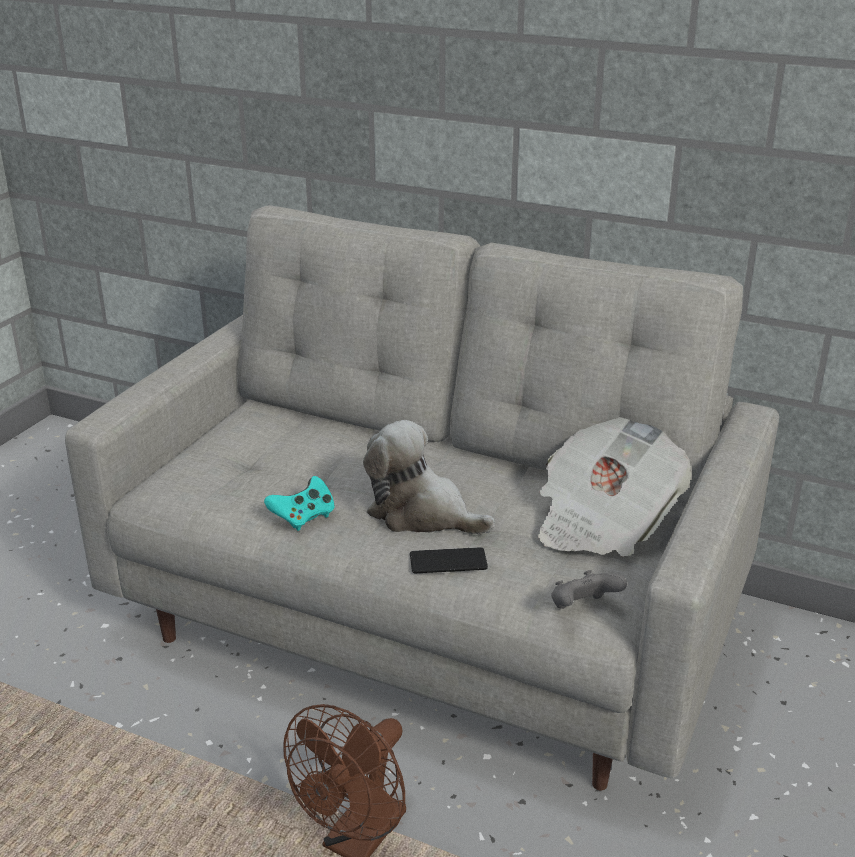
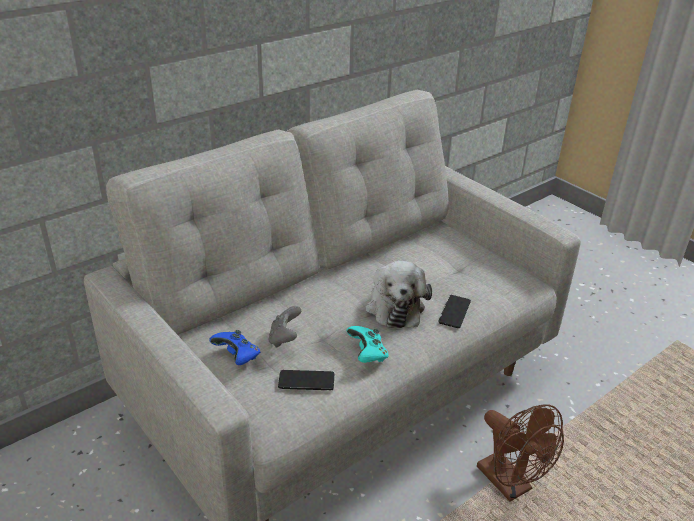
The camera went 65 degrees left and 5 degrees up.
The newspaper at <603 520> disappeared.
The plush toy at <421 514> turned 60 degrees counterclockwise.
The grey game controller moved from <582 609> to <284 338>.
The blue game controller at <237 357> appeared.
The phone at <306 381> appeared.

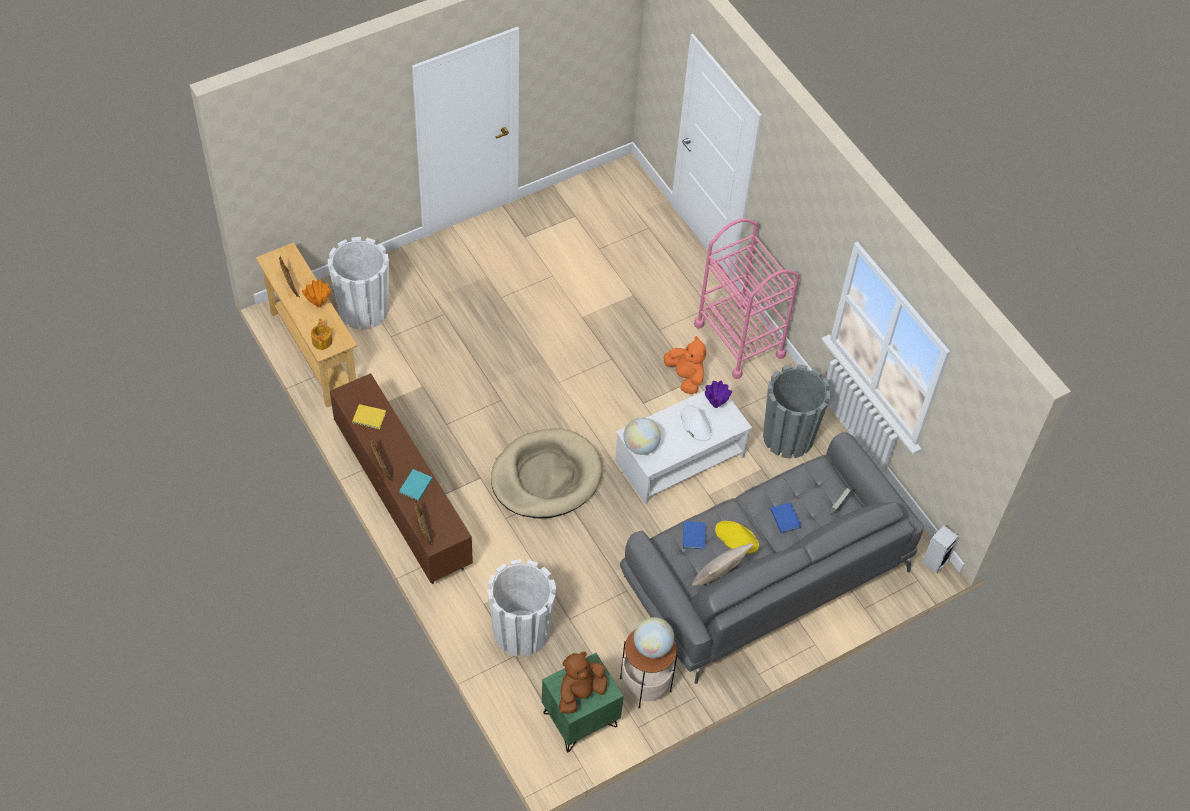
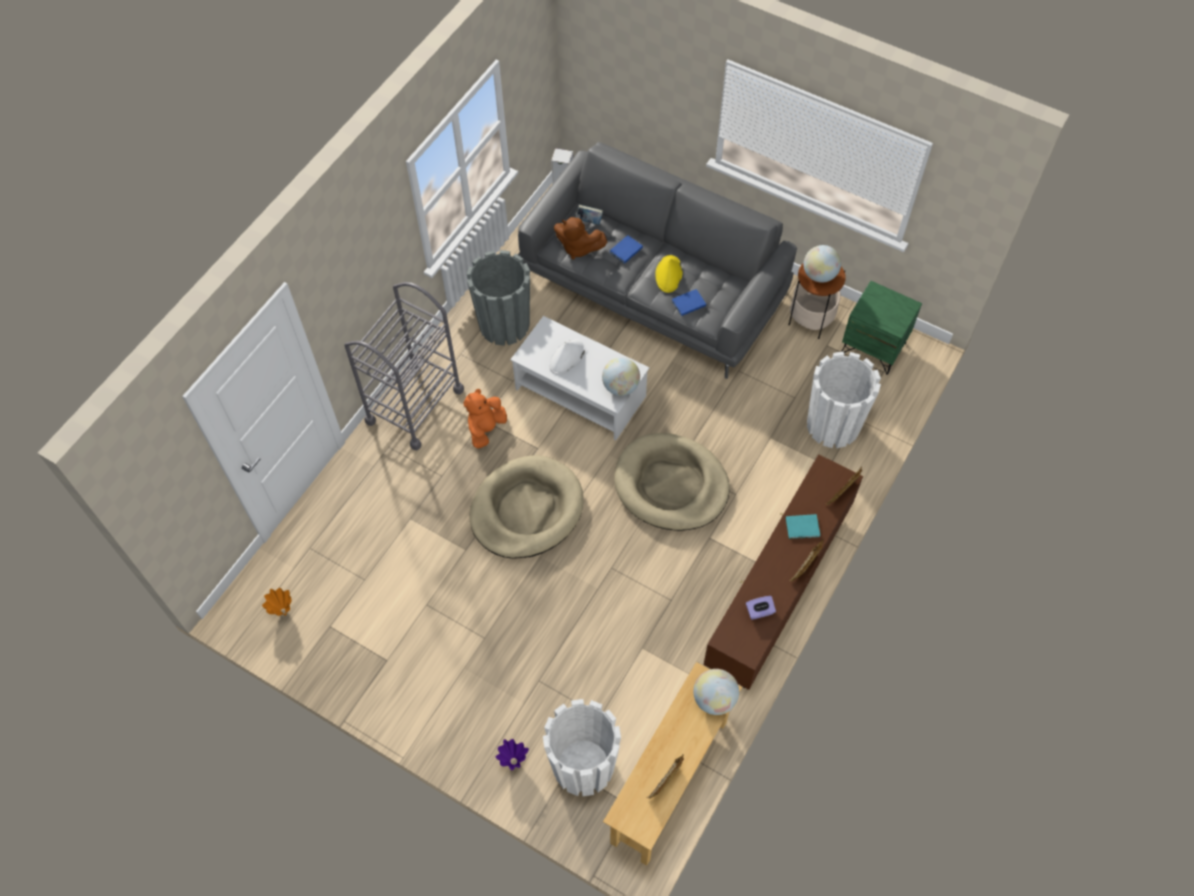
The camera went 115 degrees left and 5 degrees up.
The pink cart at <739 340> became the grey cart at <414 405>.
The orange vase moved from <319 305> to <283 610>.
The teapot at <322 341> was replaced by the globe at <714 699>.
The purple vase moved from <716 405> to <513 761>.
The yellow book at <370 418> was replaced by the purple tissue box at <759 611>.
The beige pillow at <719 577> disappeared.
The brown plush toy moved from <580 693> to <578 248>.
The beige dog bed at <526 510> appeared.

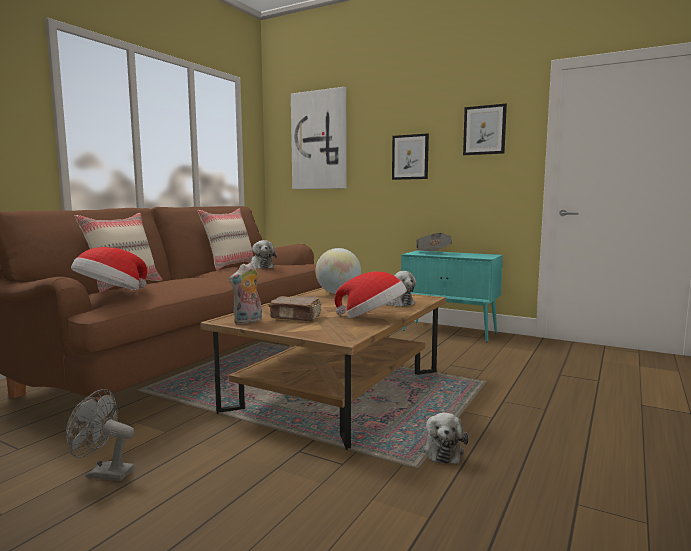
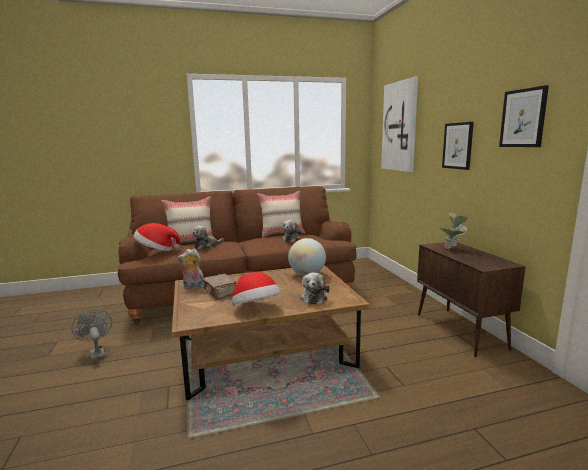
The camera went 45 degrees right and 5 degrees up.
The newspaper at <433 253> was replaced by the potted plant at <453 249>.
The turquoise cabinet at <450 332> became the brown cabinet at <460 331>.
The plush toy moved from <442 451> to <207 246>.

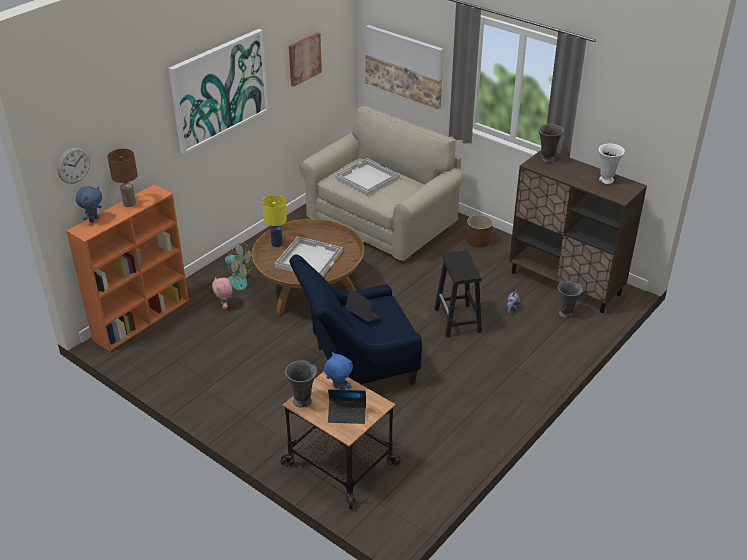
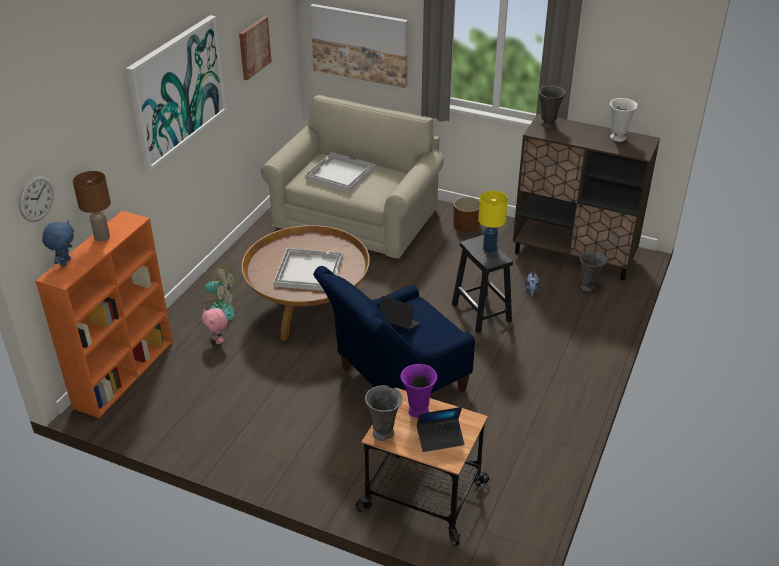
The camera went 15 degrees left and 0 degrees up.
The yellow table lamp moved from <277 243> to <490 248>.
The blue plush toy at <338 389> was replaced by the purple vase at <417 411>.

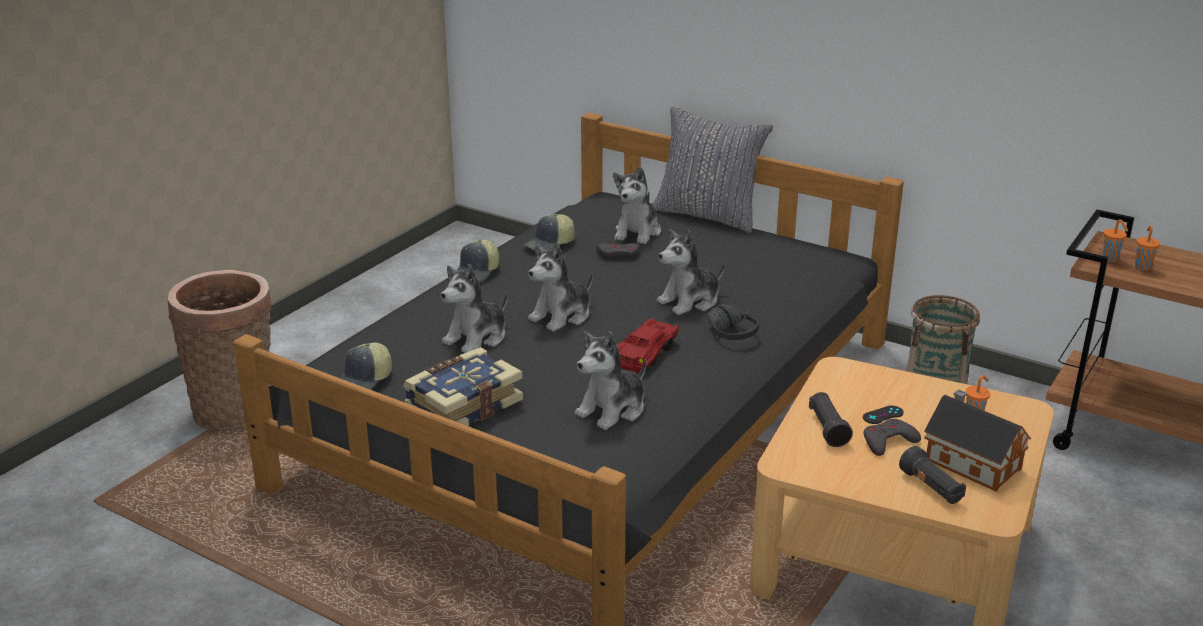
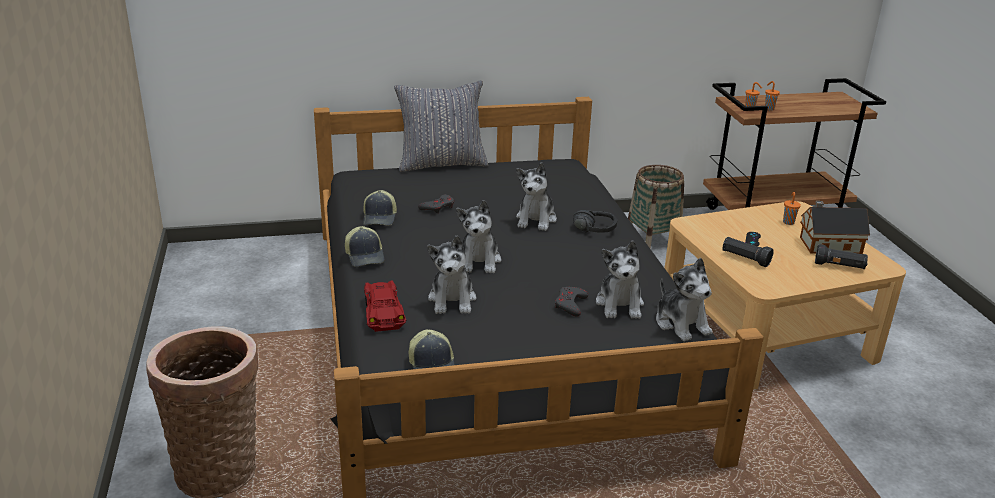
The camera went 45 degrees left and 0 degrees up.
The plush toy moved from <637 232> to <681 324>.
The red toy car moved from <646 353> to <383 312>.
The book at <462 405> disappeared.
The grey game controller moved from <888 441> to <570 304>.

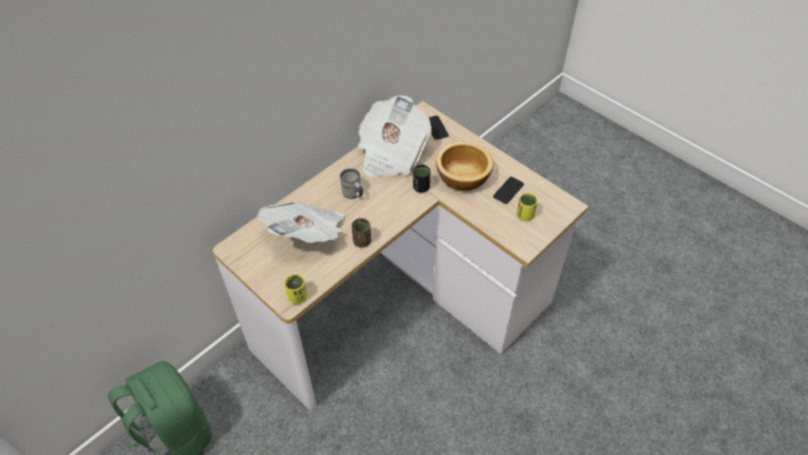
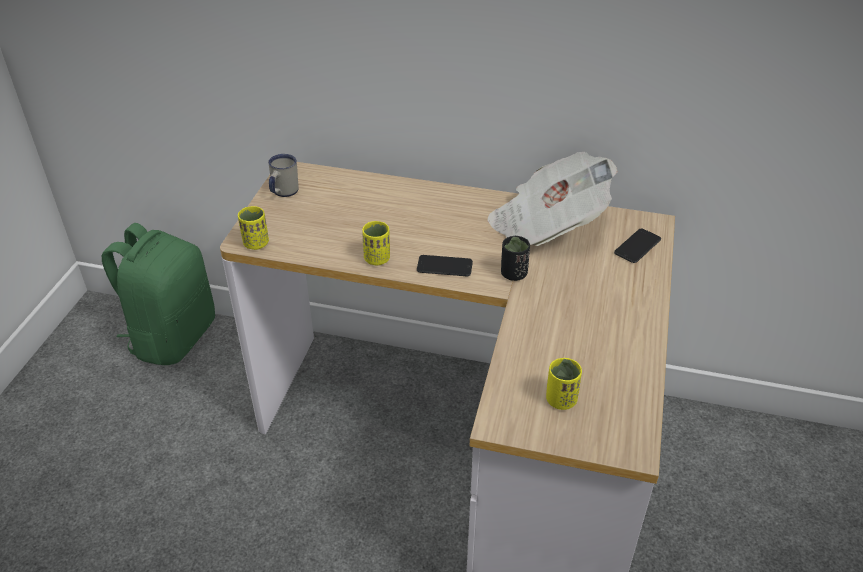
The camera went 60 degrees right and 10 degrees down.
The bowl at <461 178> disappeared.
The white mug moved from <353 194> to <283 193>.
The phone moved from <508 190> to <444 266>.
The newspaper at <307 234> disappeared.
The brown cup at <362 241> became the yellow cup at <377 259>.

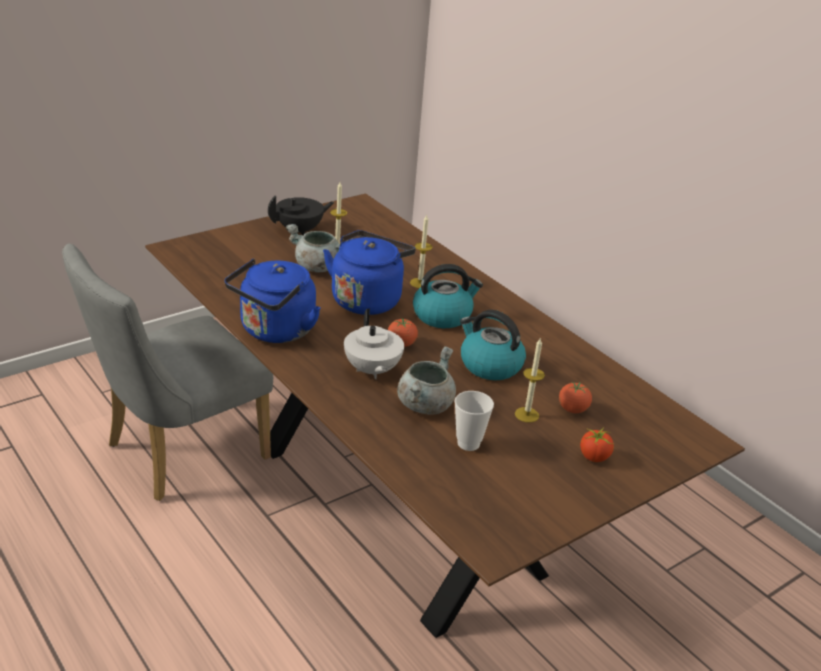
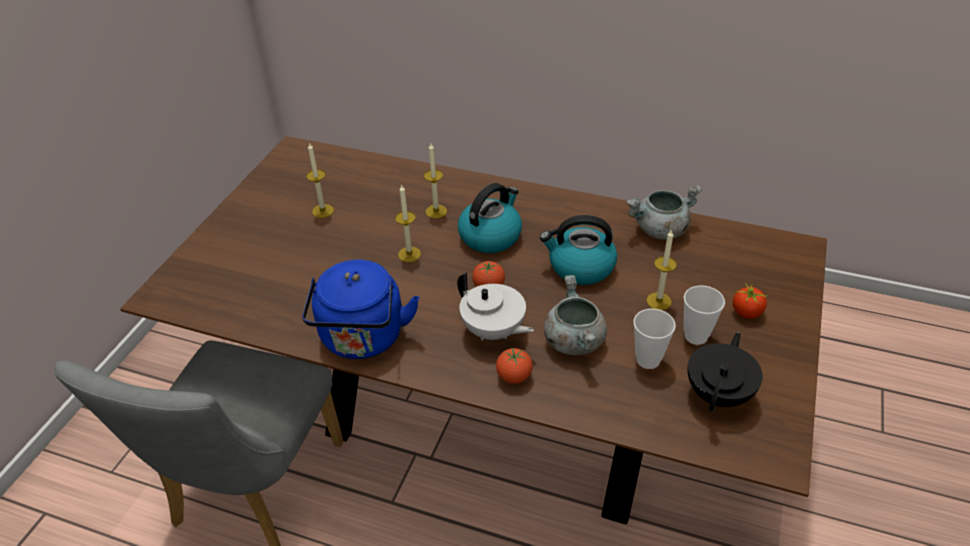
The camera went 30 degrees left and 10 degrees up.
The black teapot moved from <300 230> to <719 394>.
The grey cooking pot moved from <317 267> to <660 230>.
The blue kettle at <367 299> was replaced by the candle at <409 254>.
The tomato moved from <572 410> to <514 377>.
The cup at <696 336> appeared.

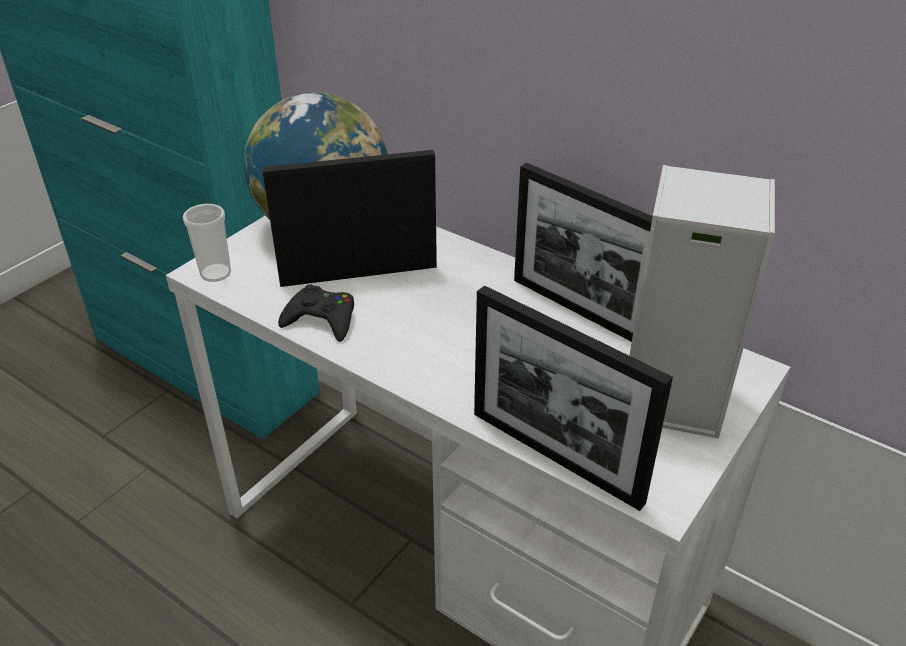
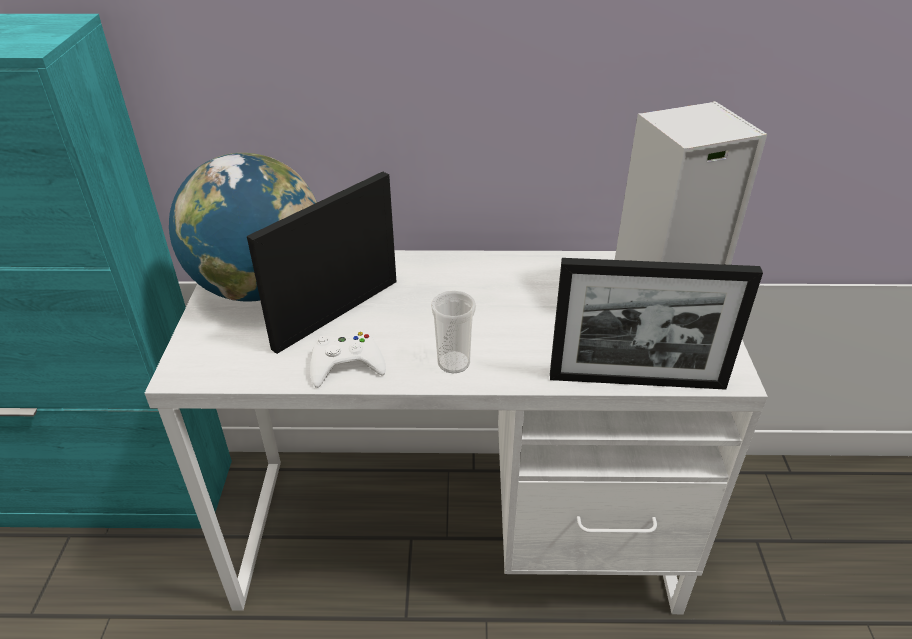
The camera went 35 degrees left and 0 degrees up.
The picture frame at <580 311> disappeared.
The cup moved from <215 273> to <453 363>.
The black game controller at <321 319> became the white game controller at <346 364>.

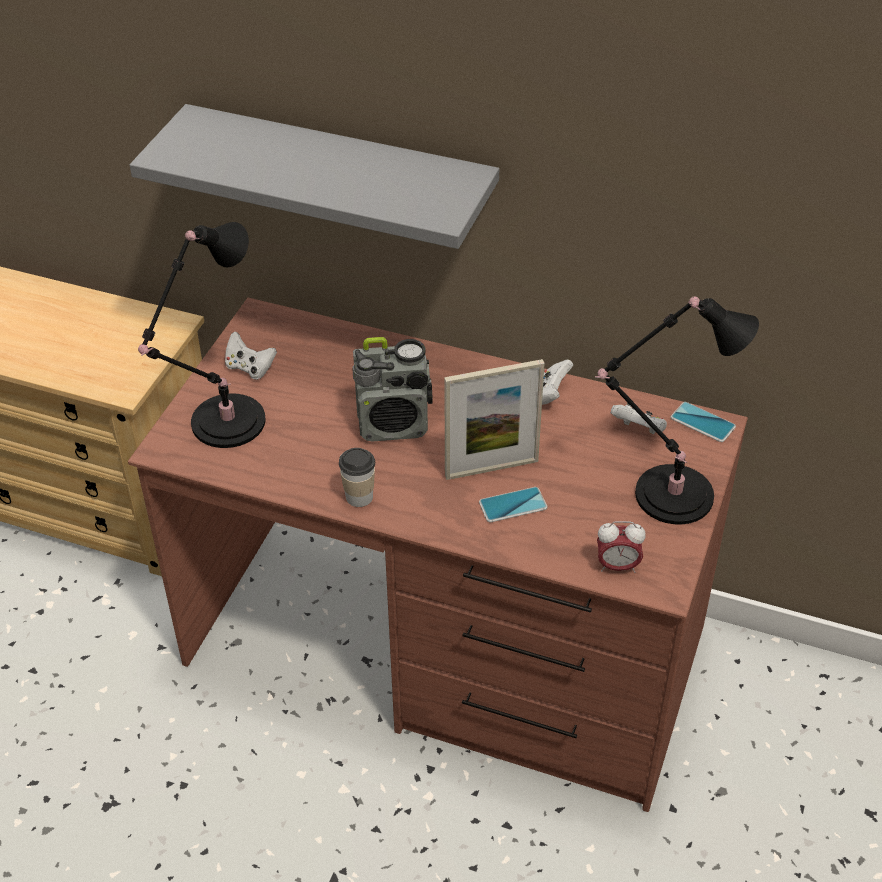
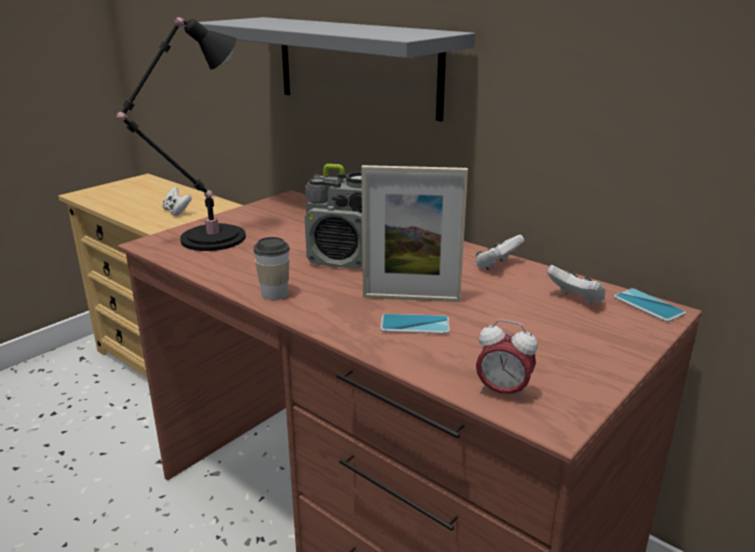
The camera went 20 degrees right and 20 degrees down.
The black table lamp at <667 494> disappeared.
The white game controller moved from <250 368> to <177 211>.

